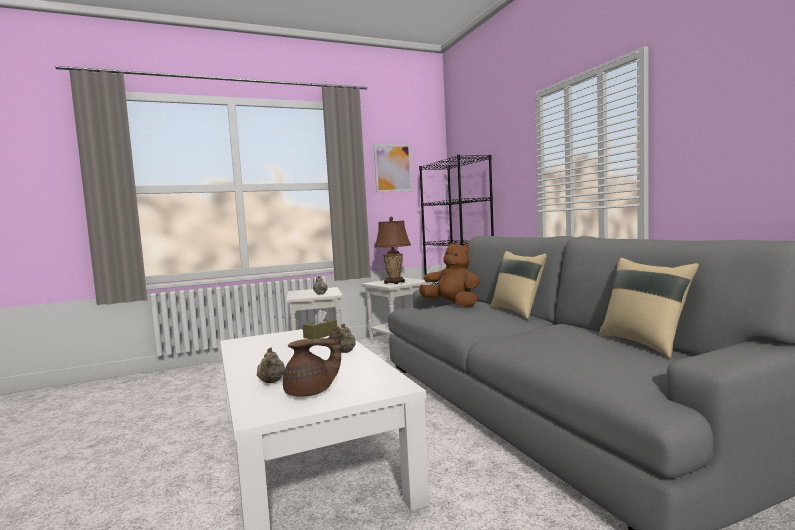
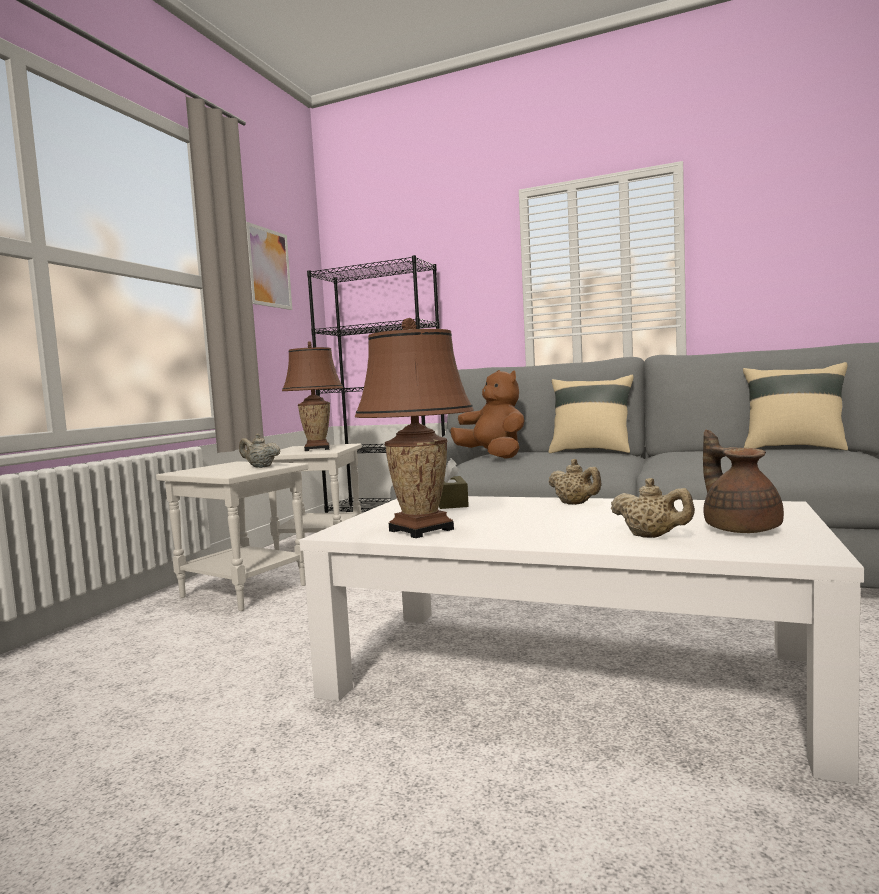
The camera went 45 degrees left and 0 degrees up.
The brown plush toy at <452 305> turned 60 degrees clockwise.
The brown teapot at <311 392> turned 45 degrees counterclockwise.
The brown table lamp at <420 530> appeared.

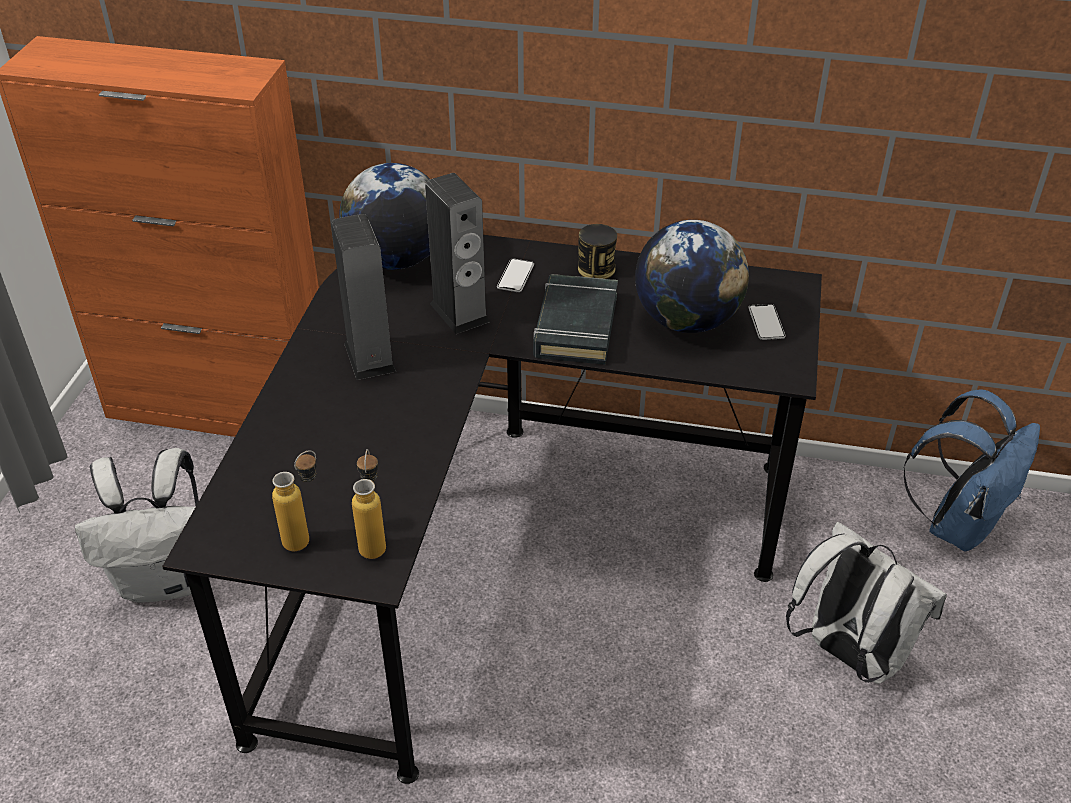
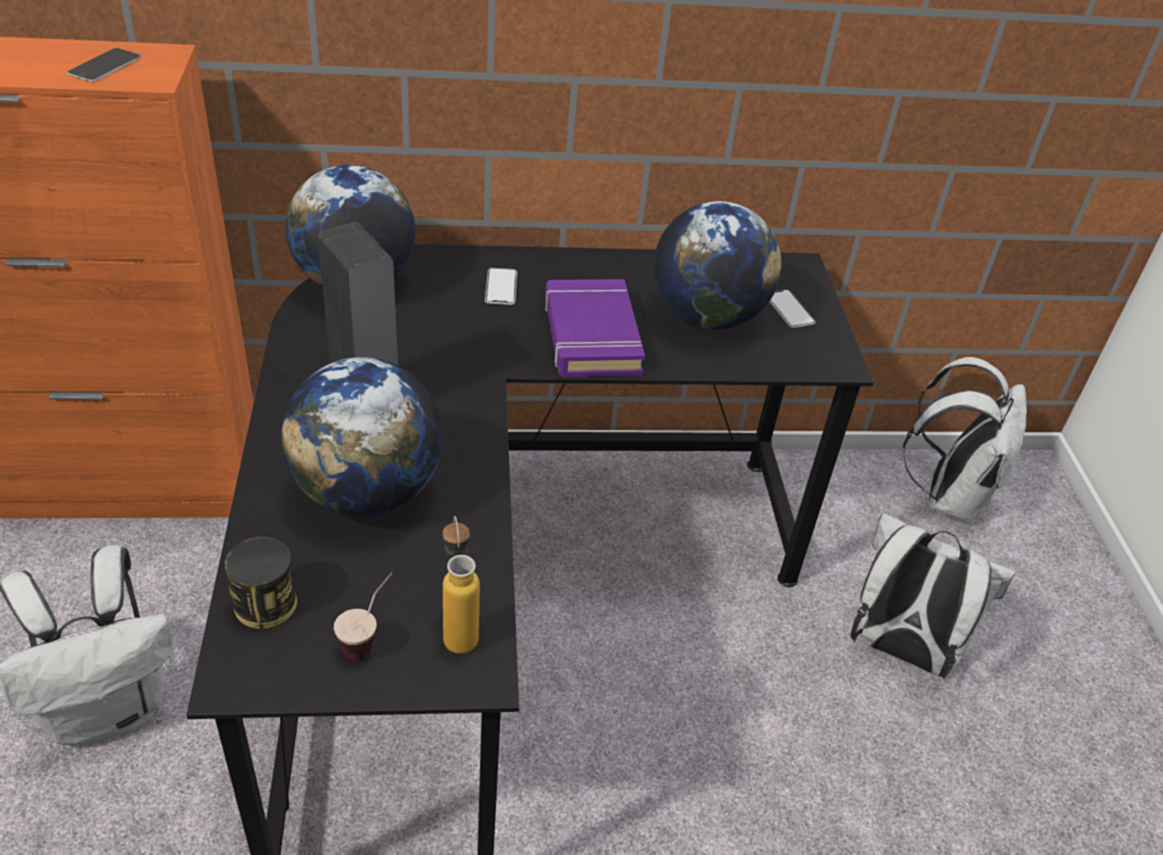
The camera went 20 degrees left and 0 degrees up.
The speaker at <459 312> disappeared.
The can moved from <596 269> to <265 604>.
The black book at <575 326> became the purple book at <591 336>.
The blue backpack at <958 524> became the white backpack at <948 495>.
The bottle at <306 537> was replaced by the cup at <369 639>.
The phone at <105 65> appeared.
The globe at <367 492> appeared.

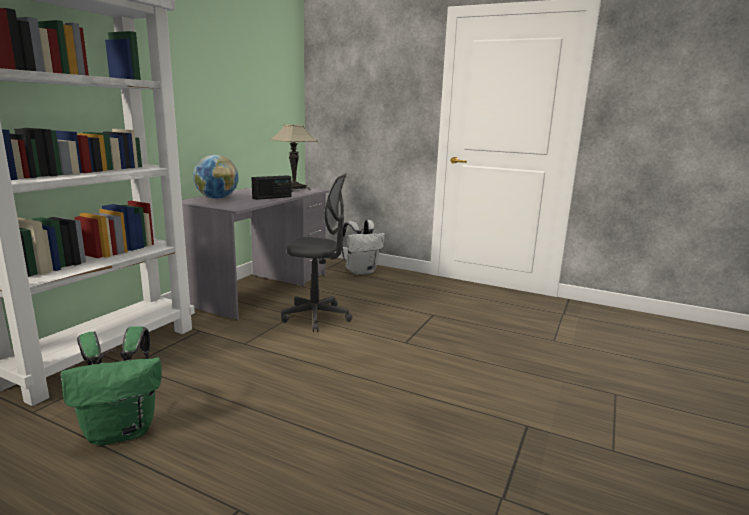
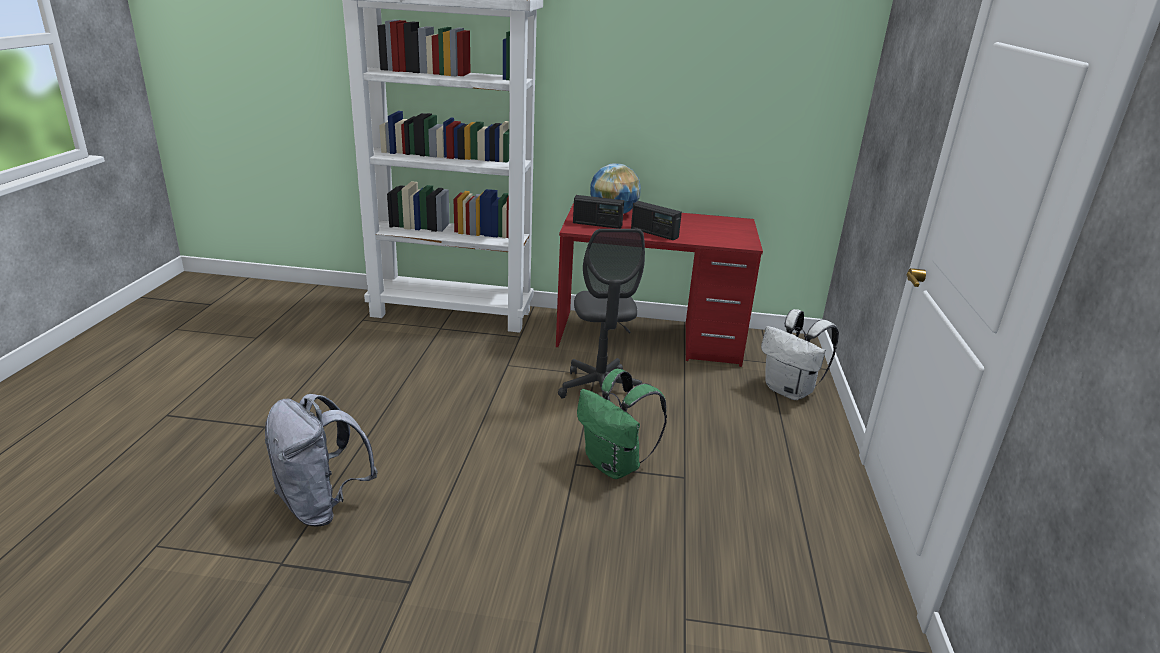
The camera went 70 degrees right and 10 degrees up.
The table lamp at <294 189> disappeared.
The grey desk at <260 289> became the red desk at <649 338>.
The green backpack moved from <122 431> to <615 466>.
The radio at <597 224> appeared.
The grey backpack at <322 505> appeared.

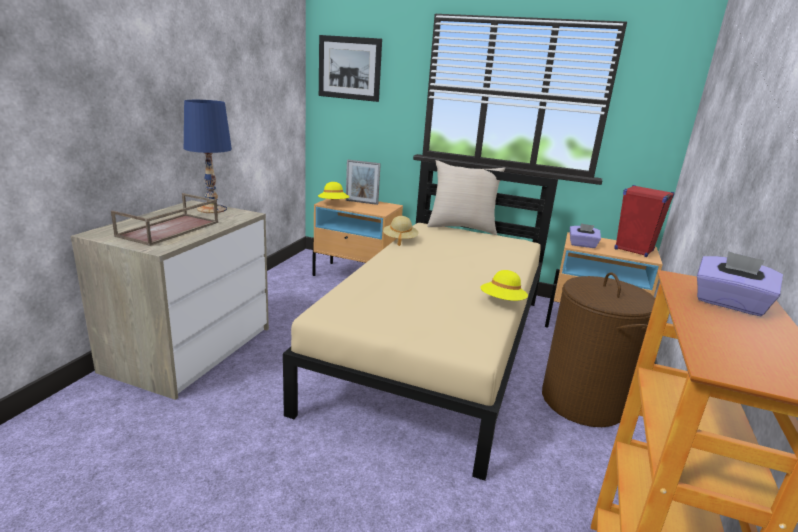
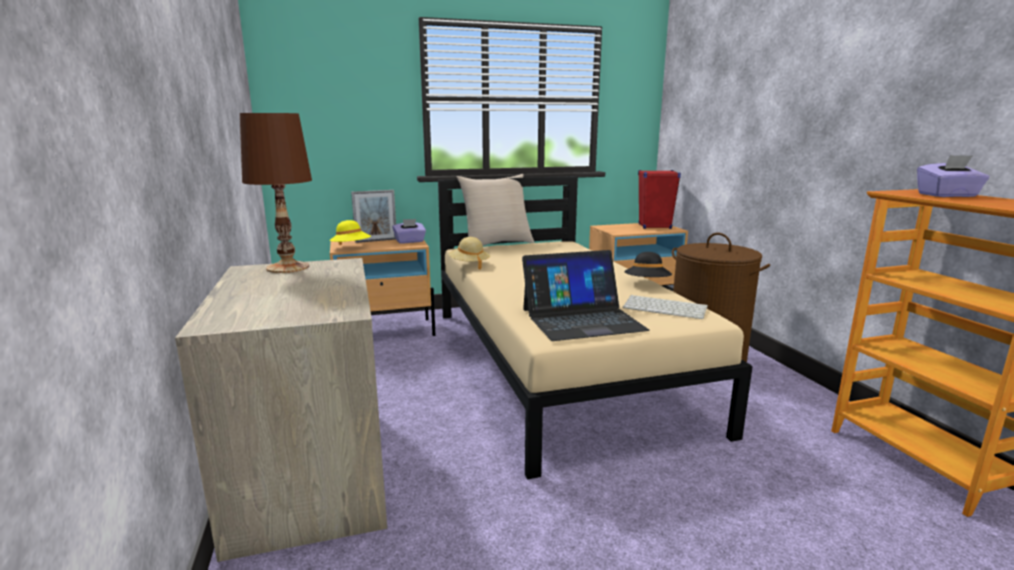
The camera went 35 degrees left and 5 degrees down.
The picture at <349 68> disappeared.
The blue table lamp at <212 209> became the brown table lamp at <288 267>.
The brown tray at <169 229> disappeared.
The purple tissue box moved from <582 245> to <410 241>.
The yellow hat at <502 302> became the black hat at <647 284>.
The laptop at <582 319> appeared.
The keyboard at <666 308> appeared.

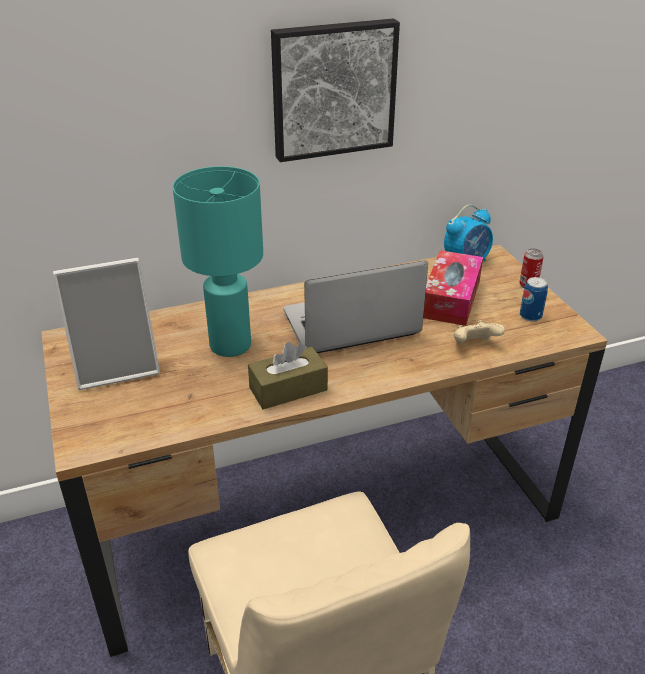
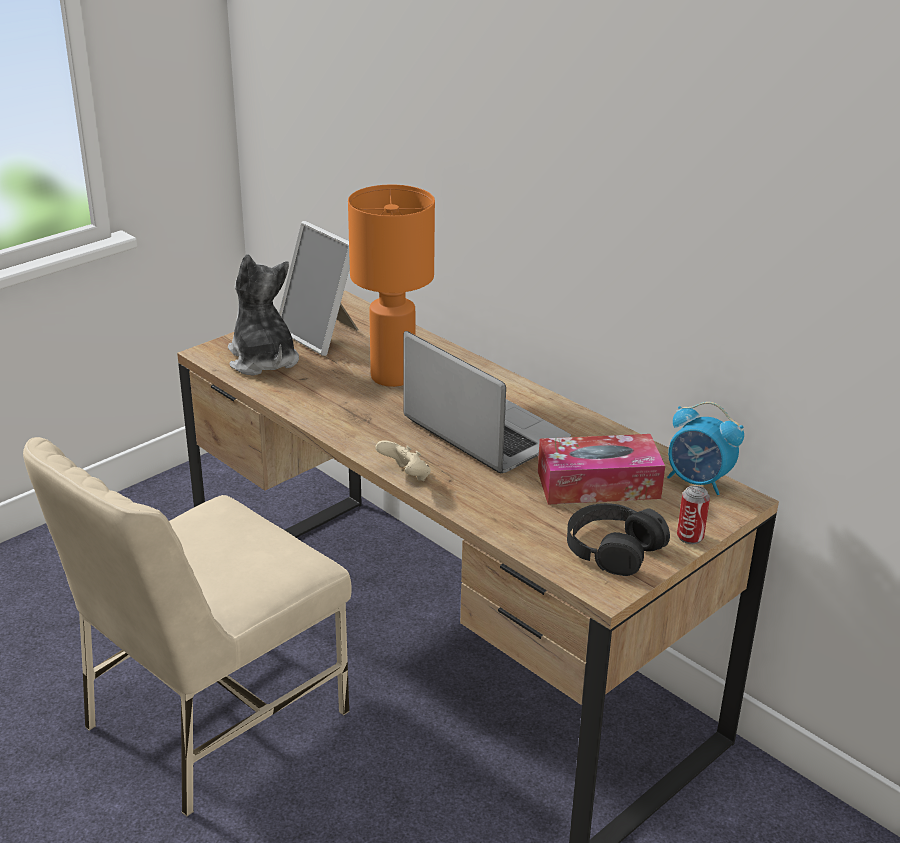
The camera went 65 degrees right and 5 degrees down.
The picture at <332 89> disappeared.
The turquoise table lamp at <231 346> became the orange table lamp at <392 377>.
The can at <530 316> was replaced by the black headphones at <612 548>.
The beige game controller moved from <474 345> to <406 476>.
The brown tissue box at <288 389> disappeared.
The plush toy at <263 360> appeared.

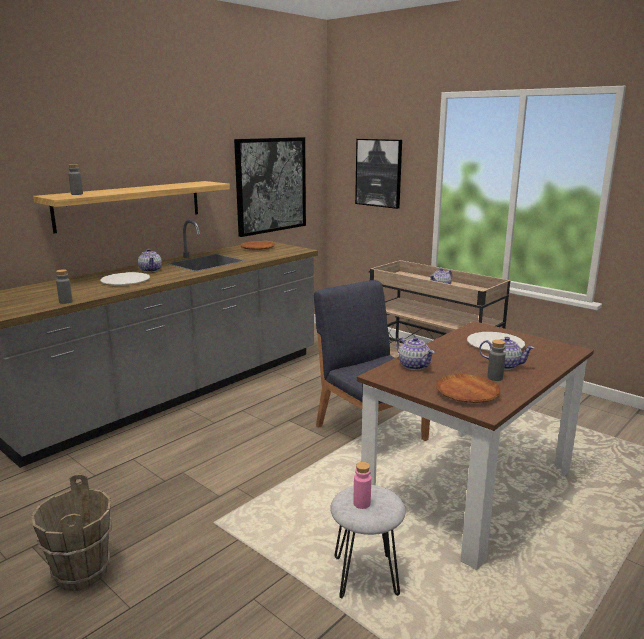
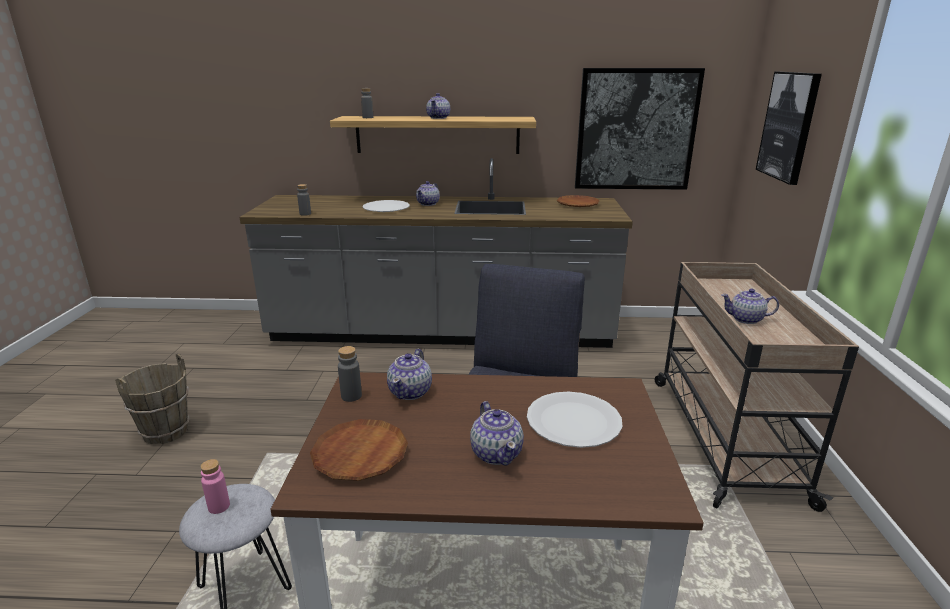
The camera went 50 degrees right and 5 degrees up.
The grey bottle moved from <495 378> to <351 396>.
The teapot at <438 118> appeared.

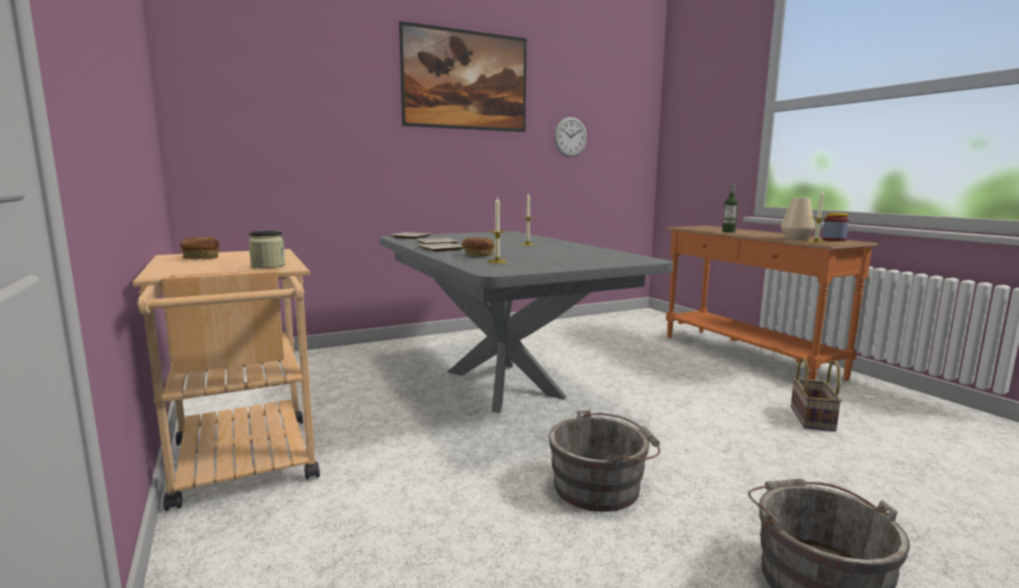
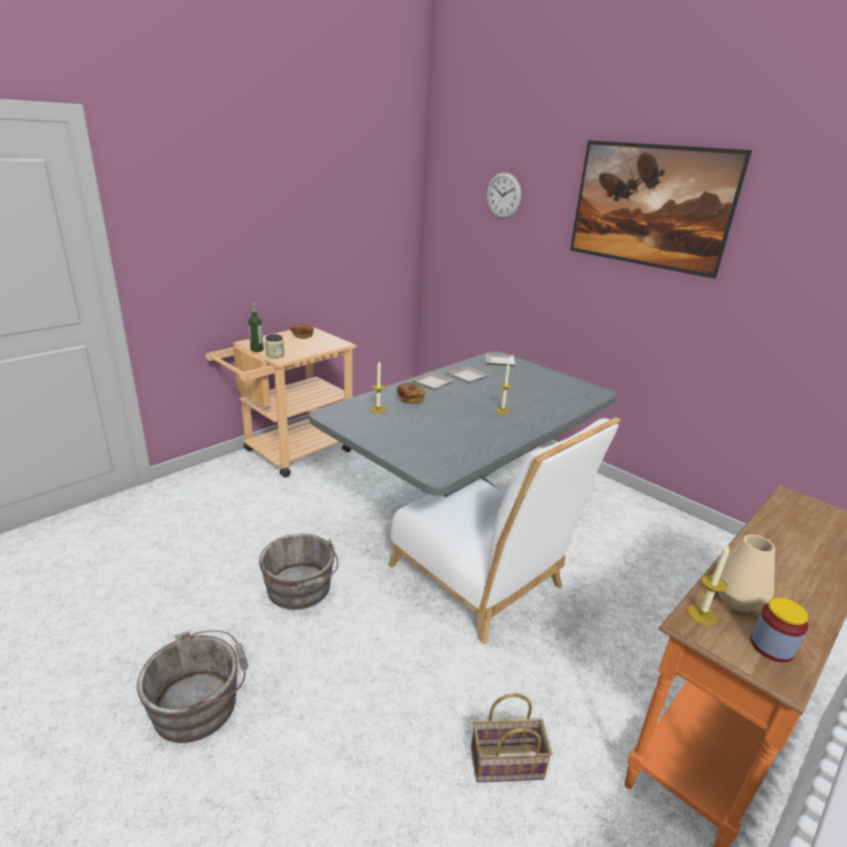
The camera went 70 degrees right and 15 degrees up.
The wall clock moved from <570 137> to <503 195>.
The bottle moved from <728 232> to <257 350>.
The white chair at <482 582> appeared.

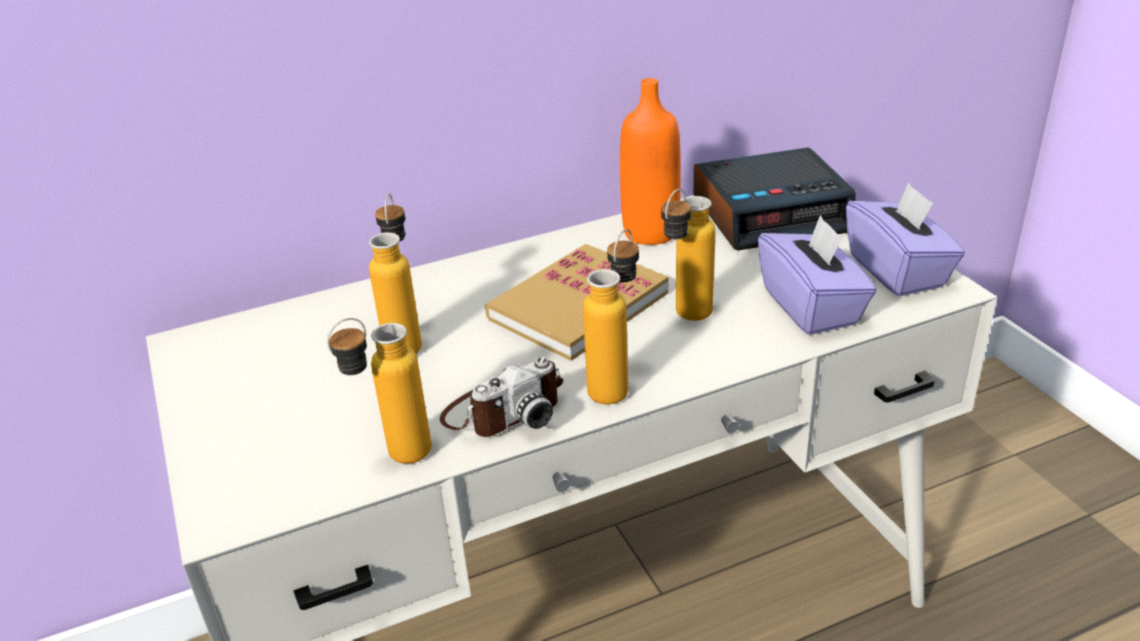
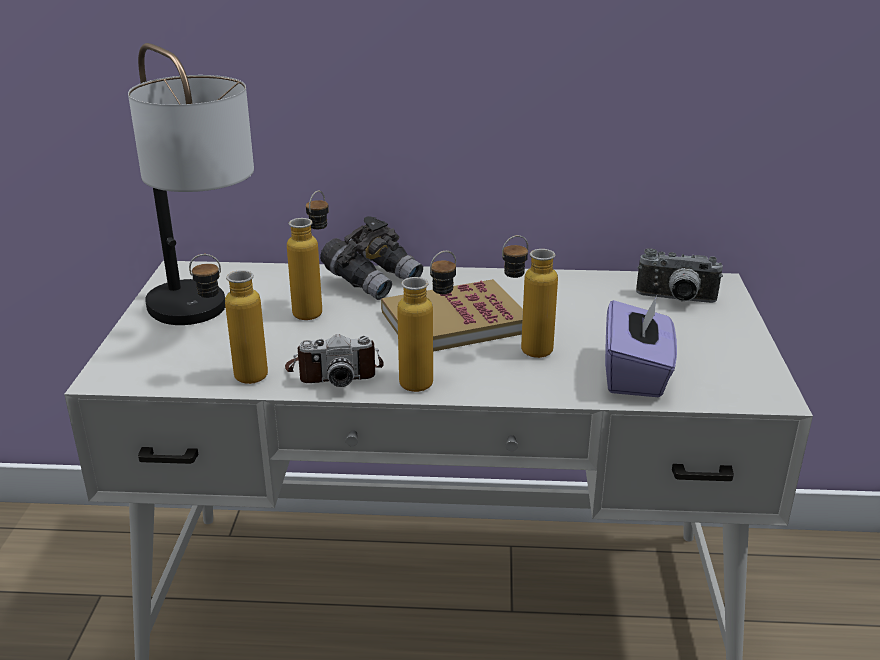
The camera went 25 degrees right and 5 degrees down.
The orange bottle at <650 233> disappeared.
The alarm clock at <771 213> was replaced by the photo camera at <676 300>.
The purple tissue box at <897 271> disappeared.
The table lamp at <204 321> appeared.
The grey binoculars at <373 281> appeared.

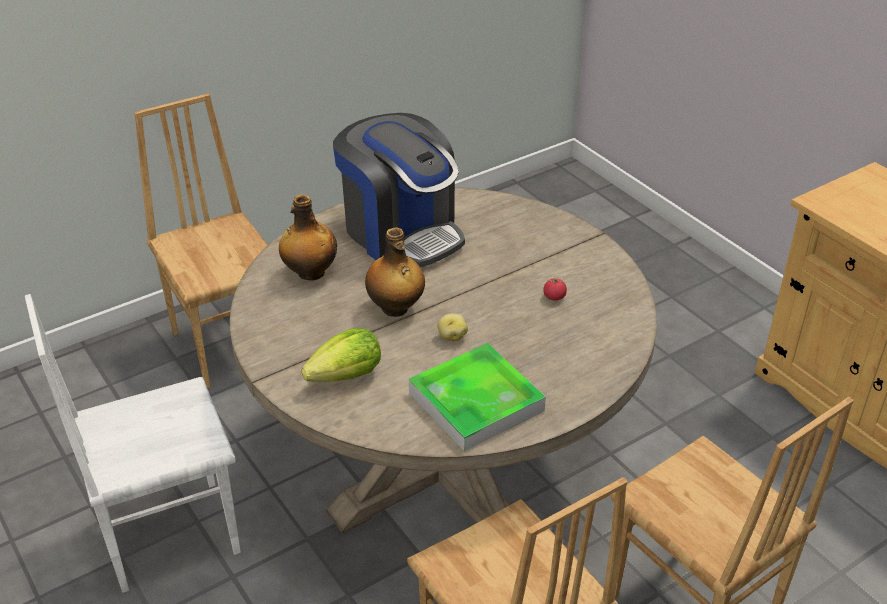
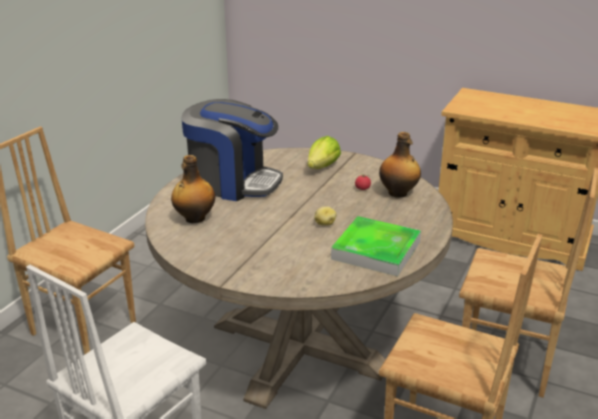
The camera went 30 degrees left and 10 degrees down.
The bottle moved from <395 309> to <398 193>.
The lettuce moved from <347 376> to <323 167>.

